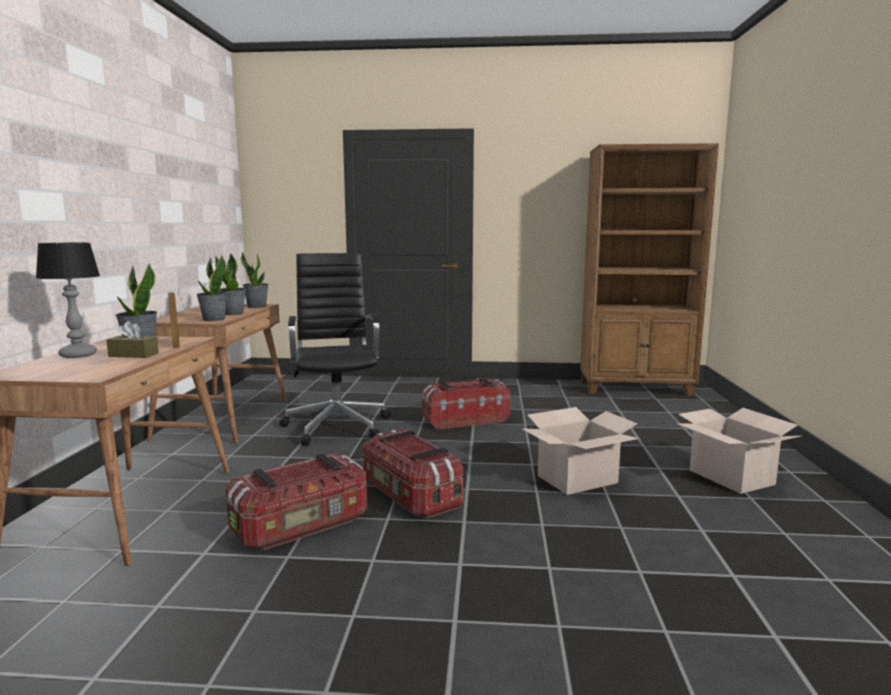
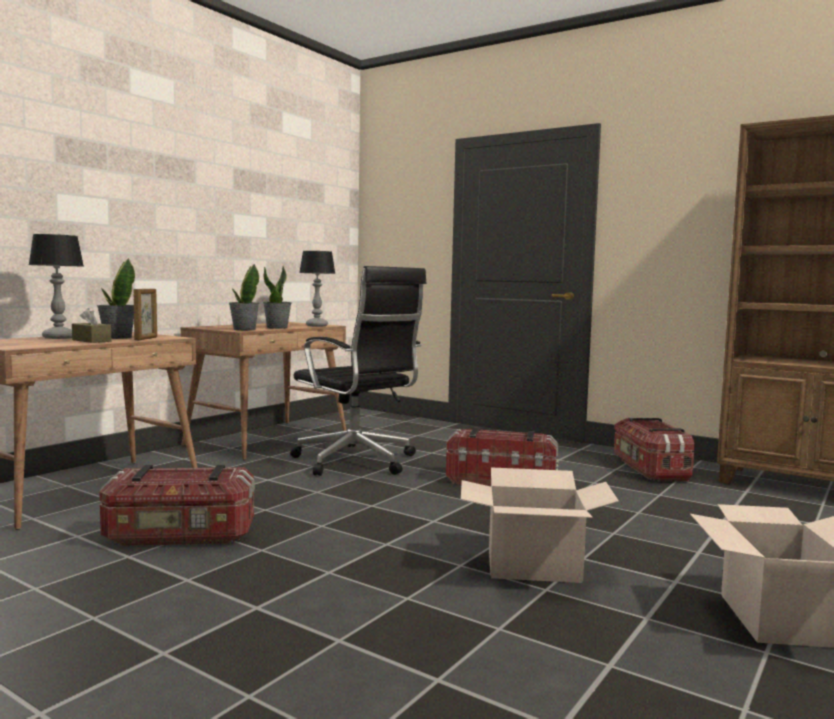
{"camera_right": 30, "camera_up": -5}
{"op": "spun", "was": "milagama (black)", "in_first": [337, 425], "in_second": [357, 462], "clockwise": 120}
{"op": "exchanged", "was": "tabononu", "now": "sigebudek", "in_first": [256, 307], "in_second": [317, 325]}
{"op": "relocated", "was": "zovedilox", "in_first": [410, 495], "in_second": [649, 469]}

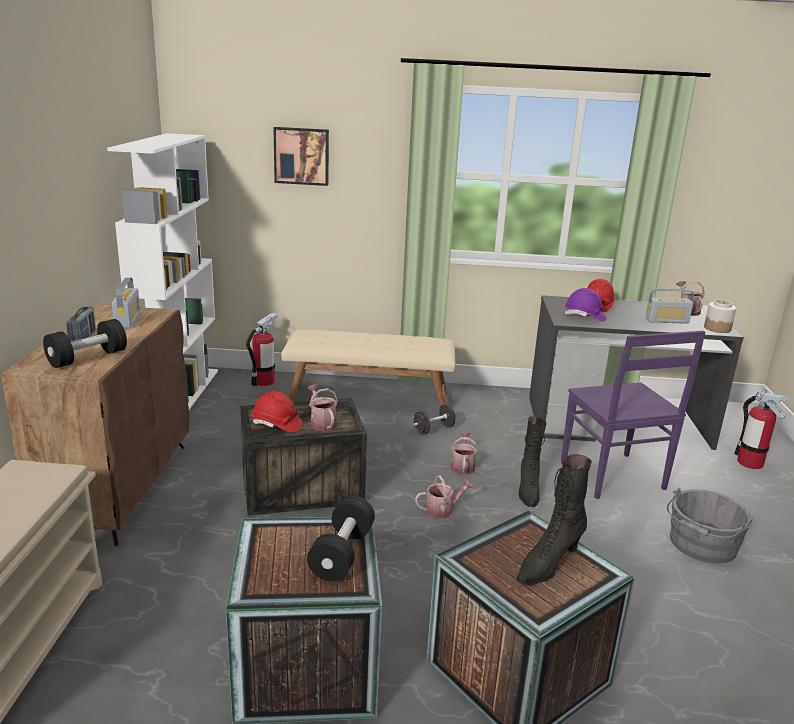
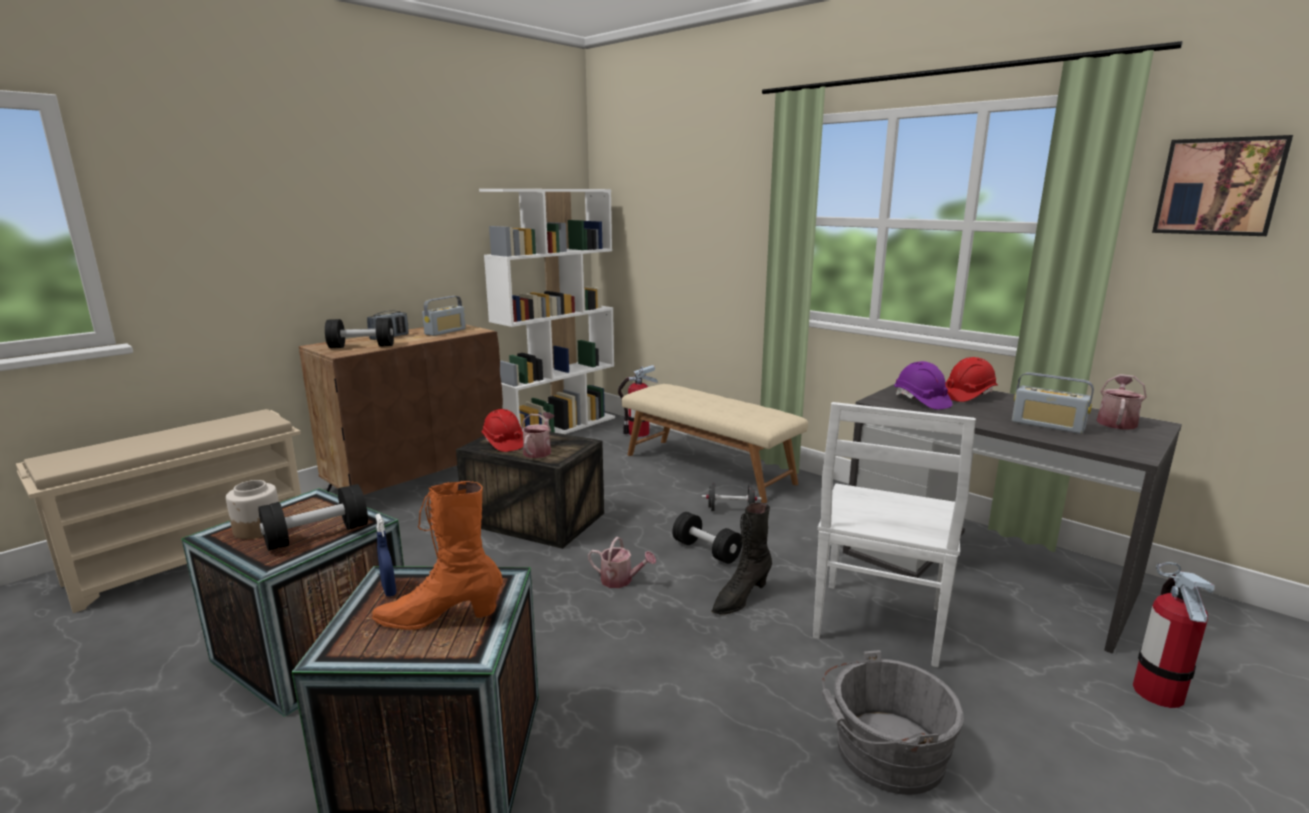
{"camera_right": 40, "camera_up": -5}
{"op": "relocated", "was": "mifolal", "in_first": [717, 328], "in_second": [259, 529]}
{"op": "colour", "was": "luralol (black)", "now": "luralol (orange)", "in_first": [548, 564], "in_second": [439, 618]}
{"op": "appeared", "now": "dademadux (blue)", "in_second": [389, 590]}
{"op": "exchanged", "was": "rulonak", "now": "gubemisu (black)", "in_first": [463, 466], "in_second": [706, 551]}
{"op": "colour", "was": "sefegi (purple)", "now": "sefegi (white)", "in_first": [613, 477], "in_second": [877, 625]}
{"op": "relocated", "was": "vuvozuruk", "in_first": [302, 156], "in_second": [1219, 187]}

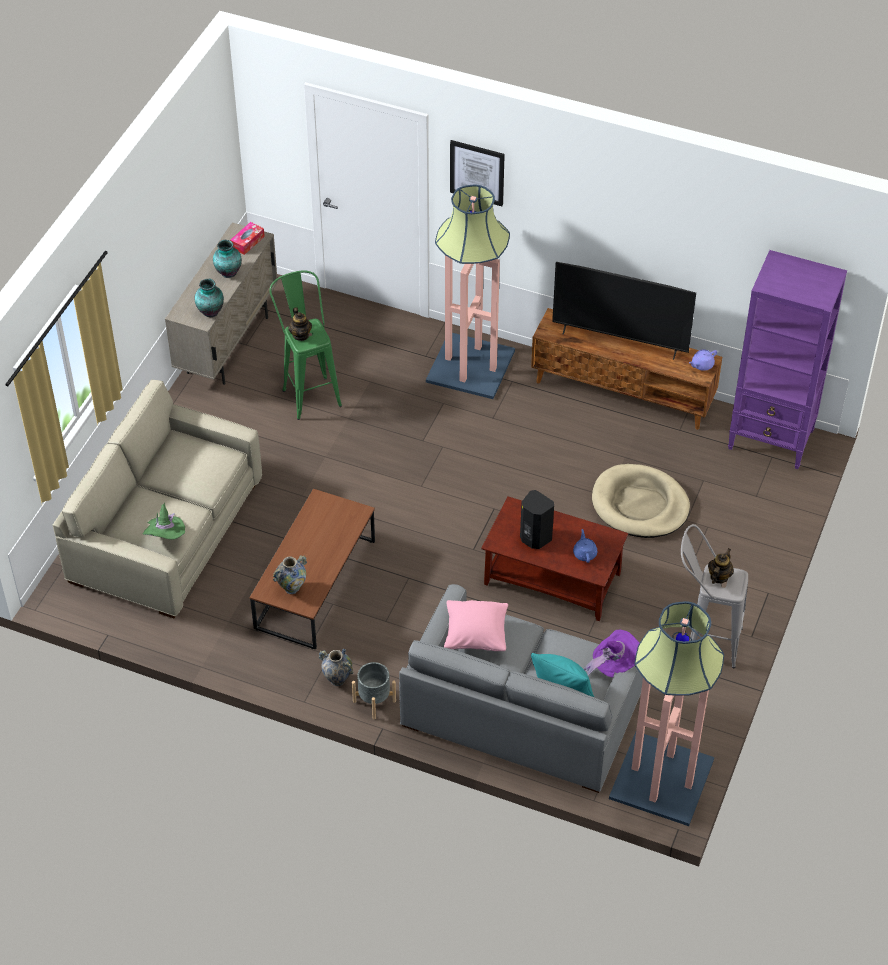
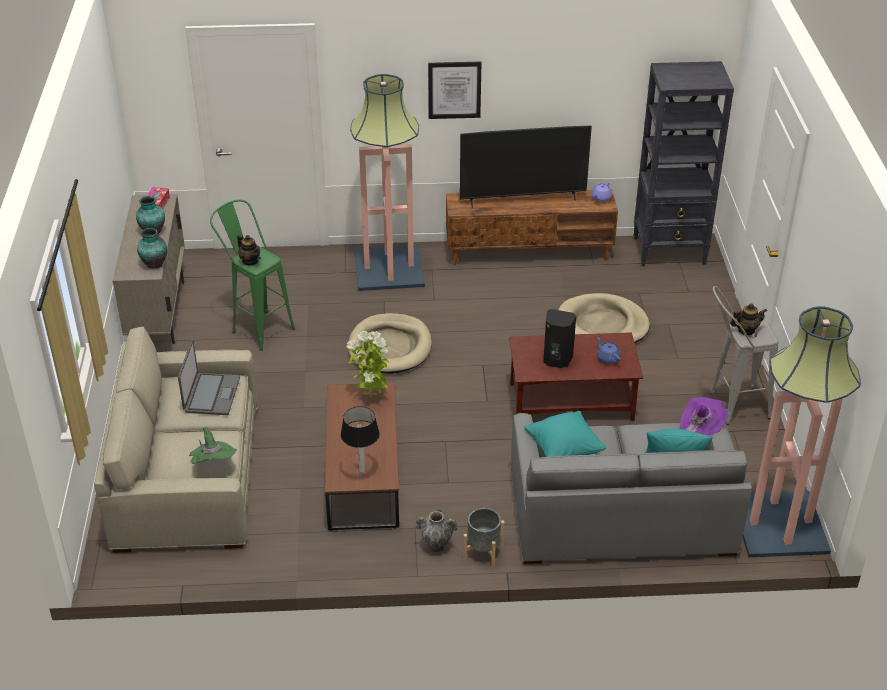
{"camera_right": -25, "camera_up": -10}
{"op": "appeared", "now": "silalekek", "in_second": [211, 395]}
{"op": "exchanged", "was": "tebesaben", "now": "sigebudek", "in_first": [292, 588], "in_second": [361, 470]}
{"op": "appeared", "now": "tabononu", "in_second": [371, 397]}
{"op": "appeared", "now": "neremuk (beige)", "in_second": [390, 347]}
{"op": "relocated", "was": "vuvozuruk", "in_first": [477, 172], "in_second": [454, 90]}
{"op": "colour", "was": "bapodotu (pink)", "now": "bapodotu (turquoise)", "in_first": [475, 636], "in_second": [563, 450]}
{"op": "colour", "was": "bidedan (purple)", "now": "bidedan (black)", "in_first": [771, 440], "in_second": [670, 251]}
{"op": "spun", "was": "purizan", "in_first": [719, 577], "in_second": [746, 330], "clockwise": 75}

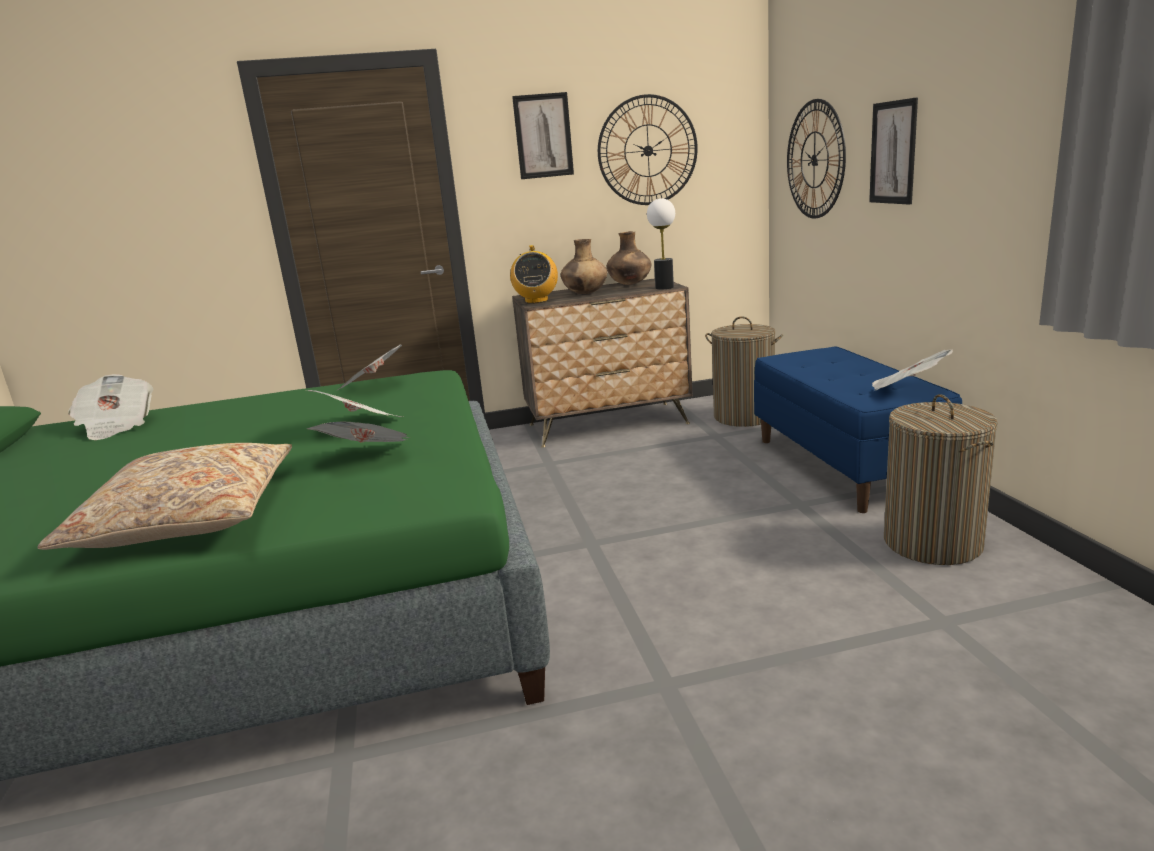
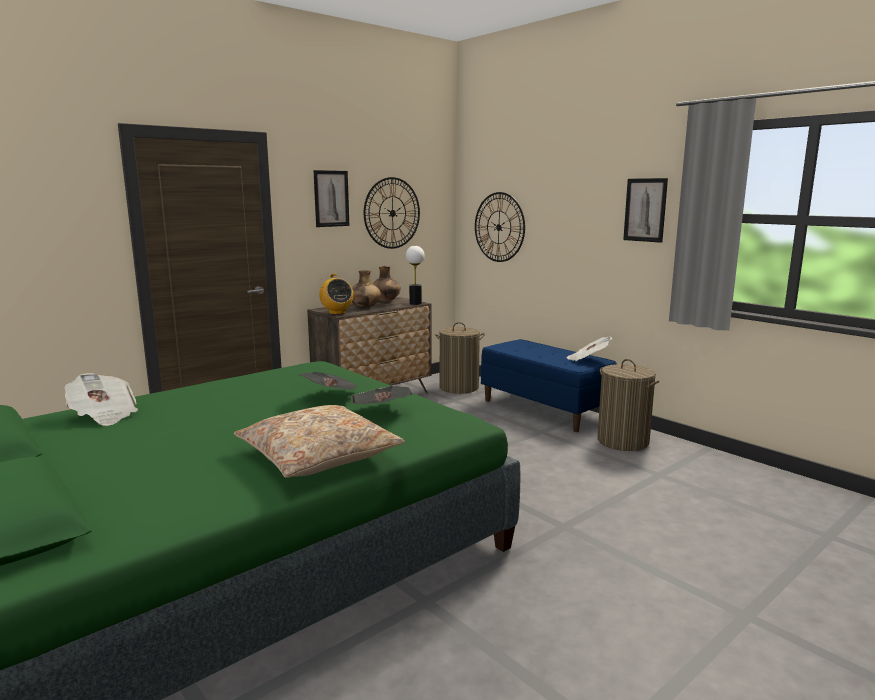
{"camera_right": -30, "camera_up": -5}
{"op": "relocated", "was": "vuvozuruk", "in_first": [893, 152], "in_second": [645, 210]}
{"op": "missing", "was": "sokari", "in_first": [372, 387]}

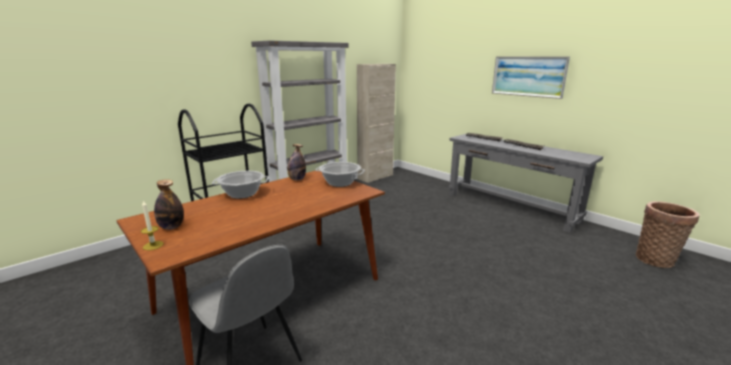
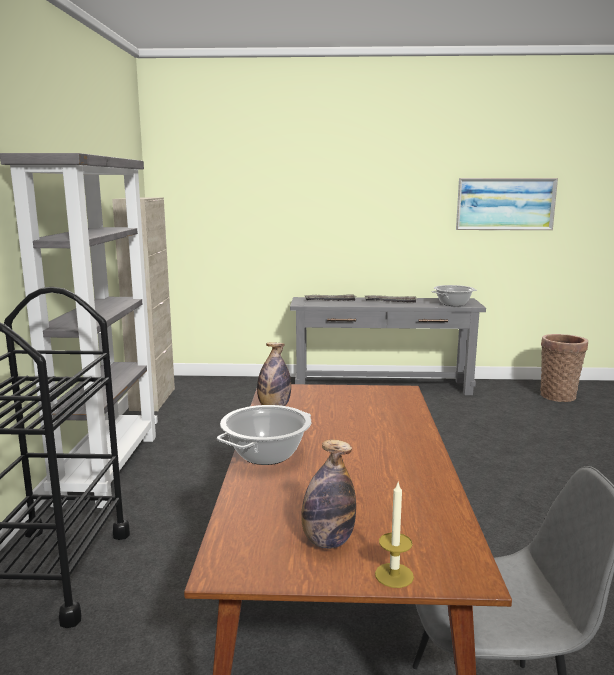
{"camera_right": -45, "camera_up": -5}
{"op": "relocated", "was": "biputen", "in_first": [340, 183], "in_second": [453, 304]}
{"op": "relocated", "was": "vuvozuruk", "in_first": [528, 76], "in_second": [505, 204]}

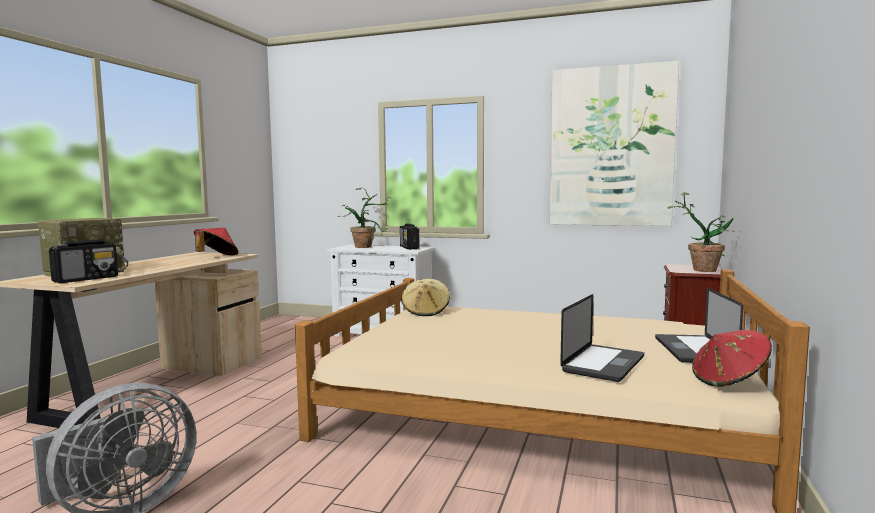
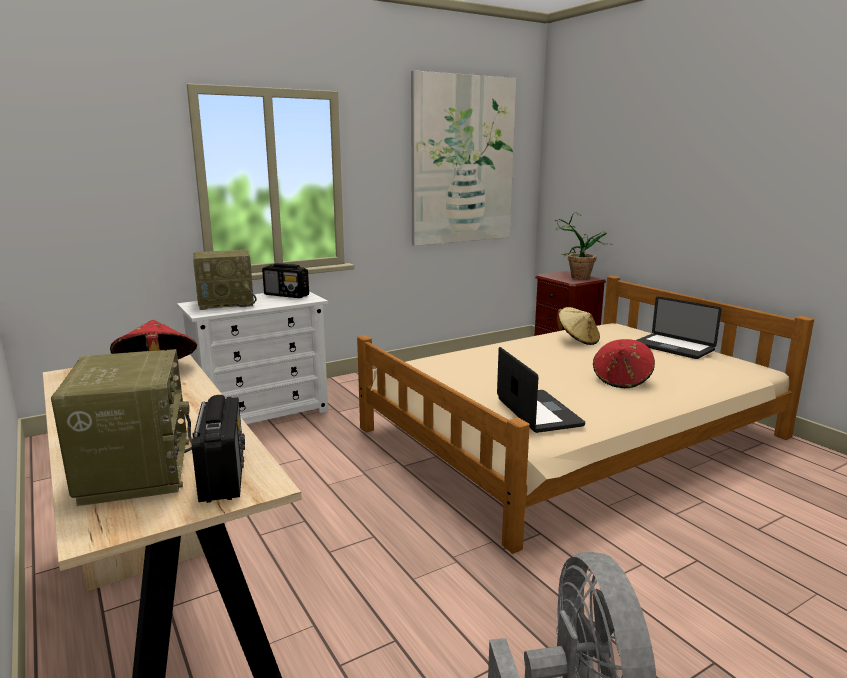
{"camera_right": -50, "camera_up": 10}
{"op": "exchanged", "was": "tabononu", "now": "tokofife", "in_first": [367, 246], "in_second": [227, 303]}
{"op": "relocated", "was": "silalekek", "in_first": [603, 364], "in_second": [538, 412]}
{"op": "relocated", "was": "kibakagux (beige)", "in_first": [426, 312], "in_second": [577, 340]}
{"op": "relocated", "was": "kibakagux (red)", "in_first": [729, 380], "in_second": [622, 380]}

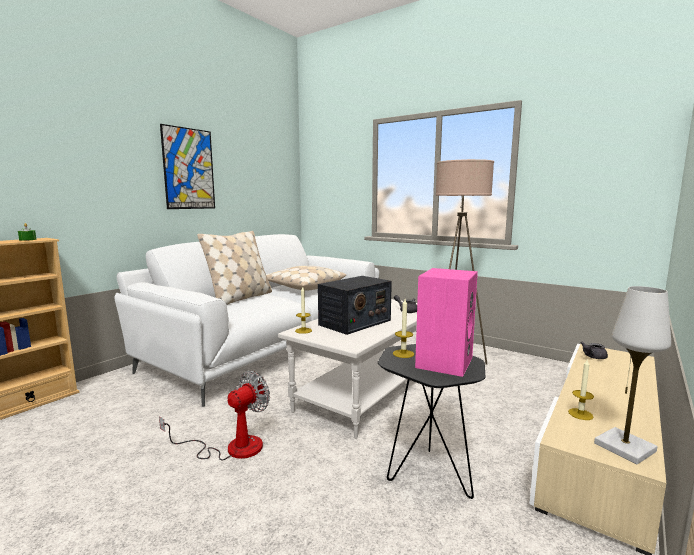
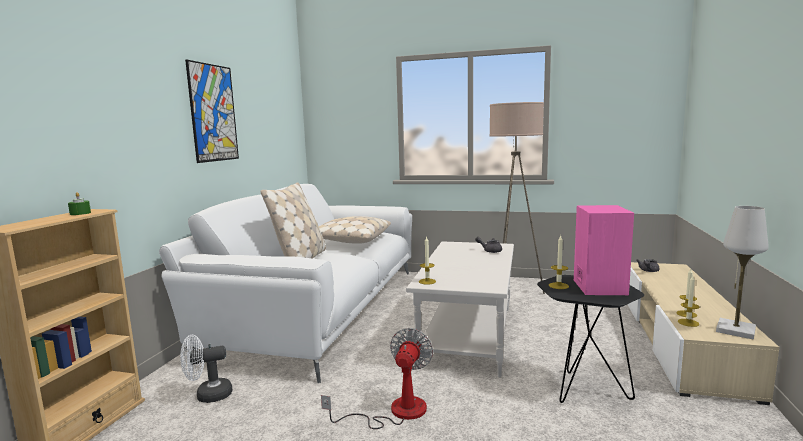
{"camera_right": -20, "camera_up": 0}
{"op": "appeared", "now": "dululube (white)", "in_second": [208, 395]}
{"op": "appeared", "now": "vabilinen", "in_second": [688, 322]}
{"op": "missing", "was": "tokofife", "in_first": [354, 322]}

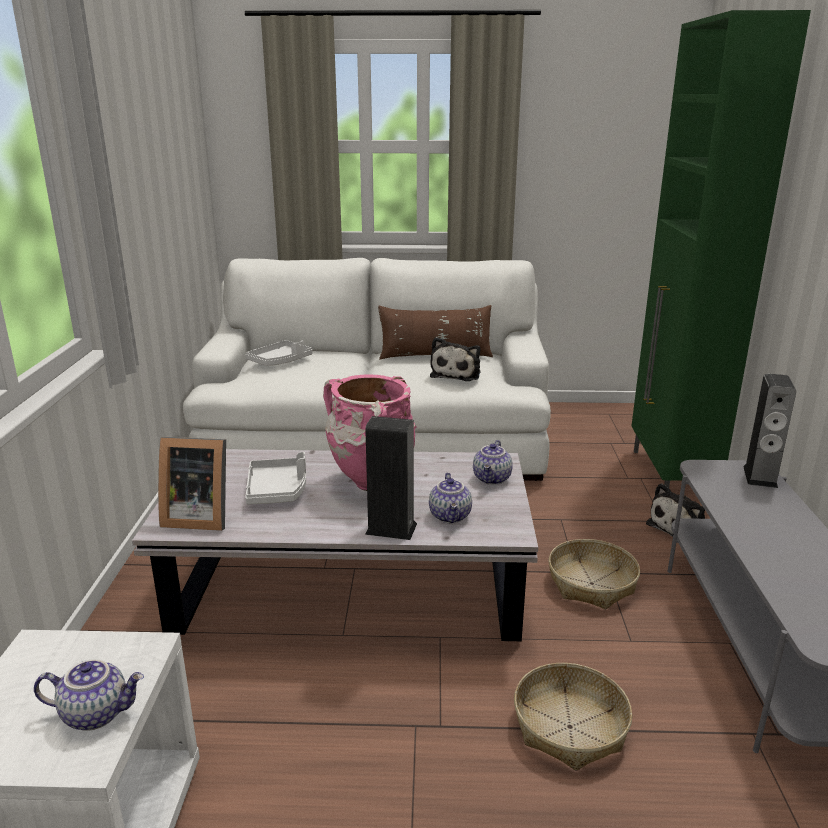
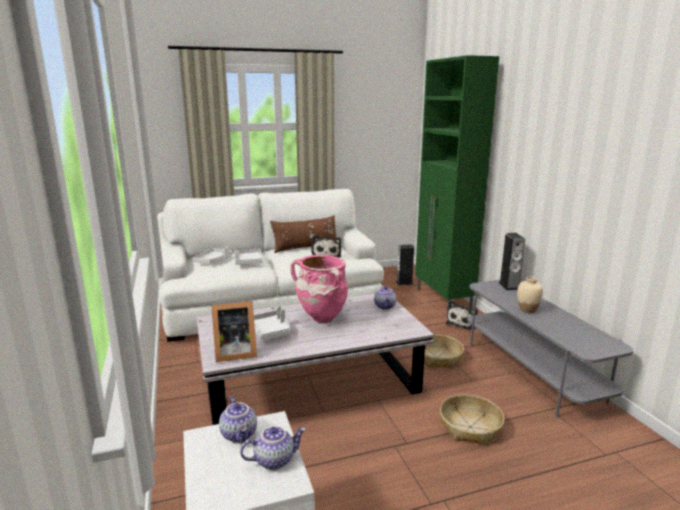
{"camera_right": -20, "camera_up": -5}
{"op": "relocated", "was": "purizan", "in_first": [451, 516], "in_second": [240, 434]}
{"op": "appeared", "now": "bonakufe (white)", "in_second": [248, 261]}
{"op": "relocated", "was": "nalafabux", "in_first": [391, 529], "in_second": [404, 283]}
{"op": "appeared", "now": "tebesaben (beige)", "in_second": [527, 310]}

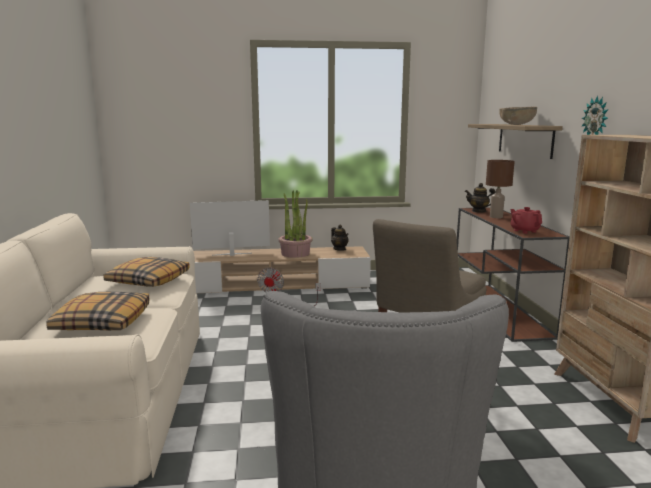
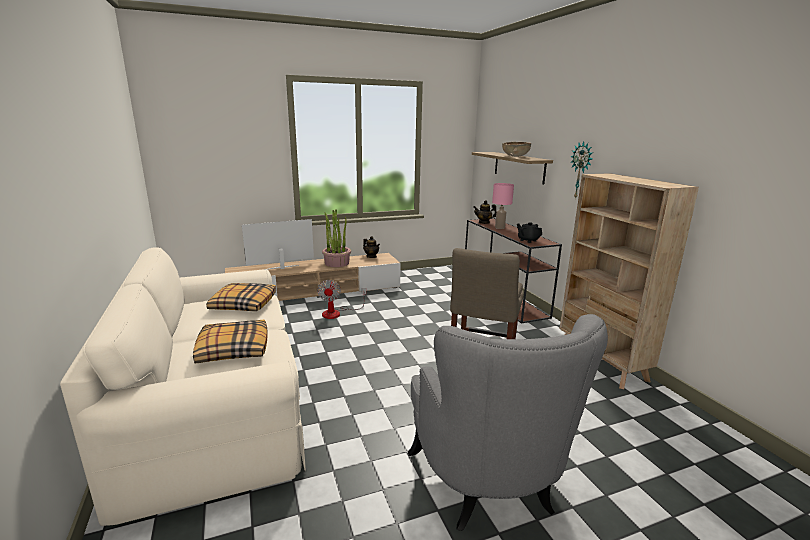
{"camera_right": -15, "camera_up": 5}
{"op": "colour", "was": "sigebudek (brown)", "now": "sigebudek (pink)", "in_first": [496, 217], "in_second": [500, 227]}
{"op": "colour", "was": "purizan (red)", "now": "purizan (black)", "in_first": [524, 231], "in_second": [528, 240]}

